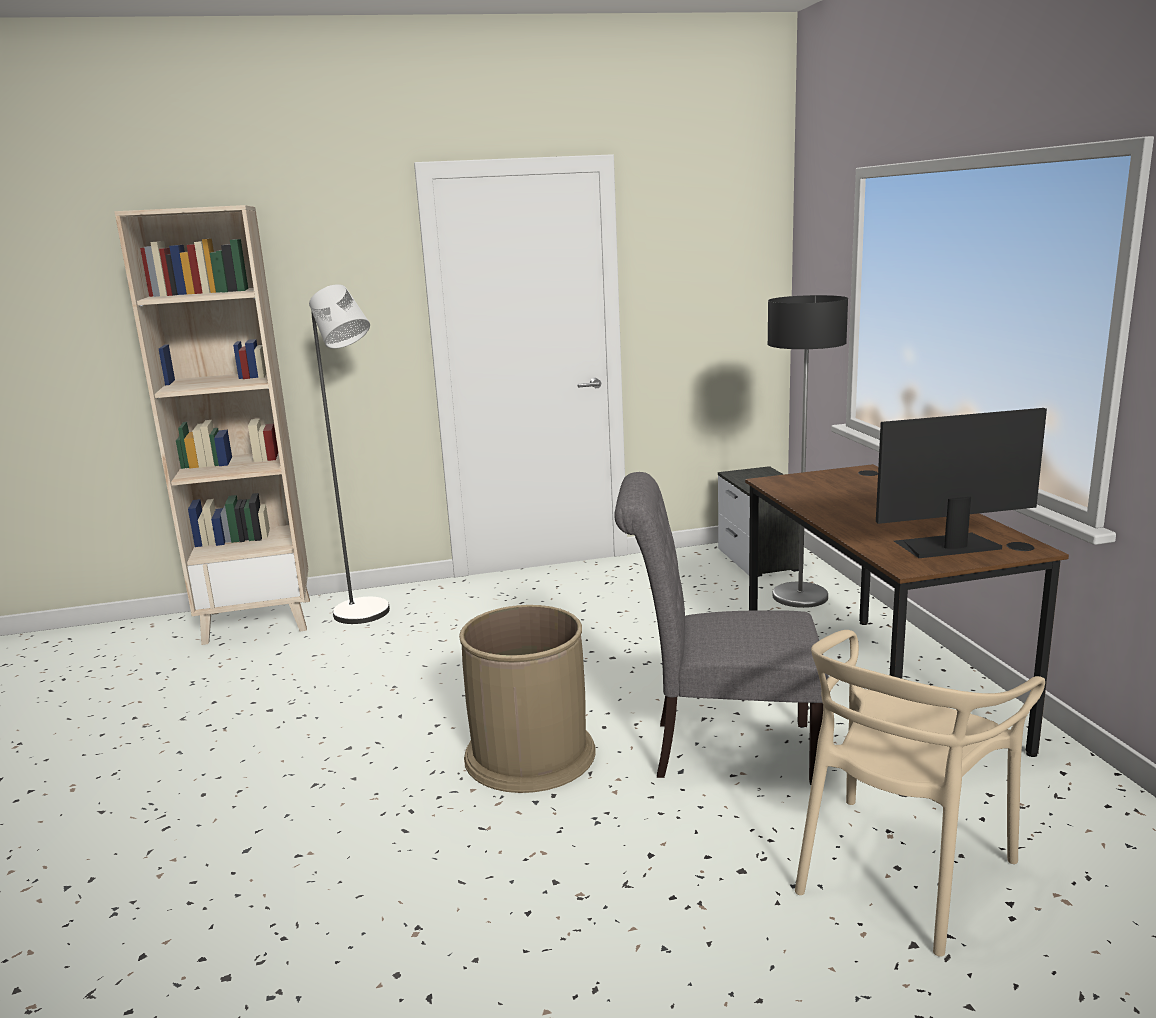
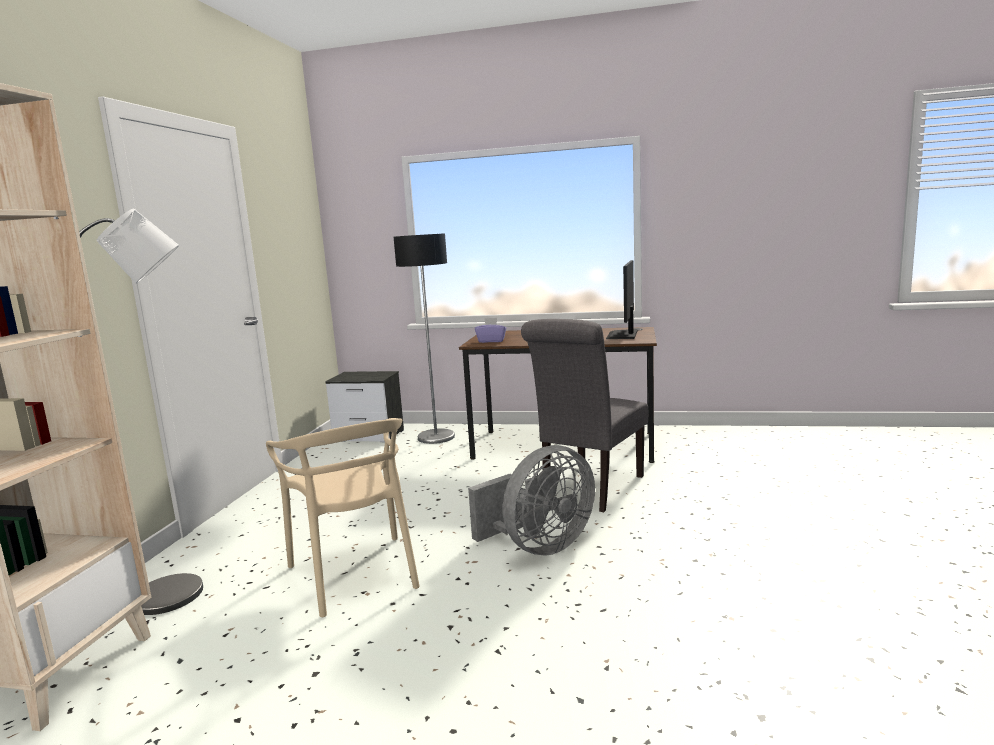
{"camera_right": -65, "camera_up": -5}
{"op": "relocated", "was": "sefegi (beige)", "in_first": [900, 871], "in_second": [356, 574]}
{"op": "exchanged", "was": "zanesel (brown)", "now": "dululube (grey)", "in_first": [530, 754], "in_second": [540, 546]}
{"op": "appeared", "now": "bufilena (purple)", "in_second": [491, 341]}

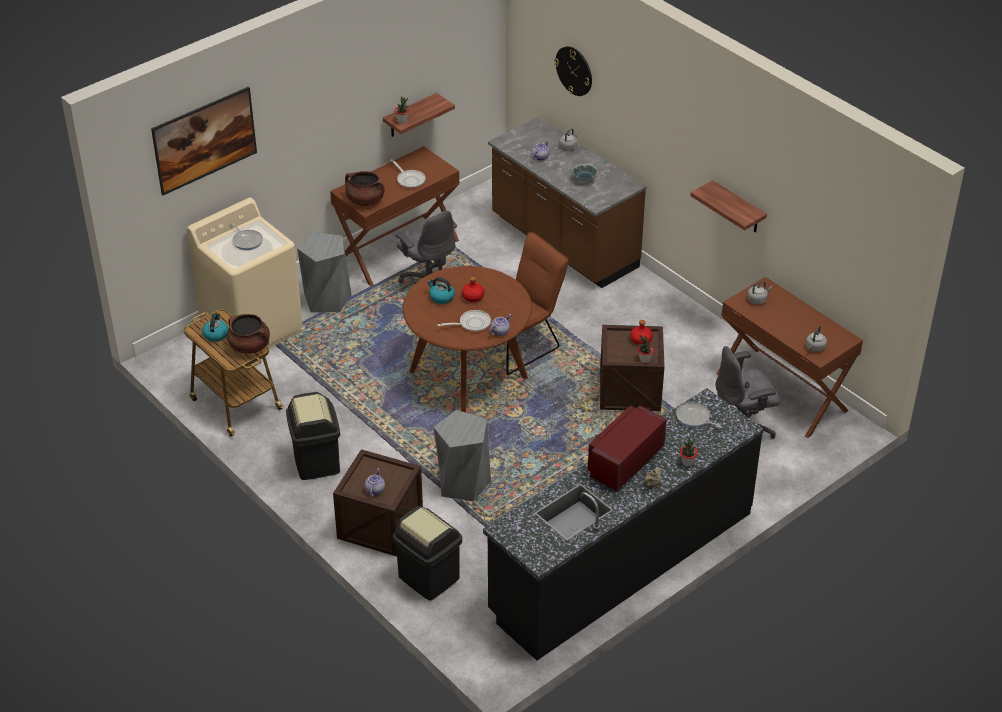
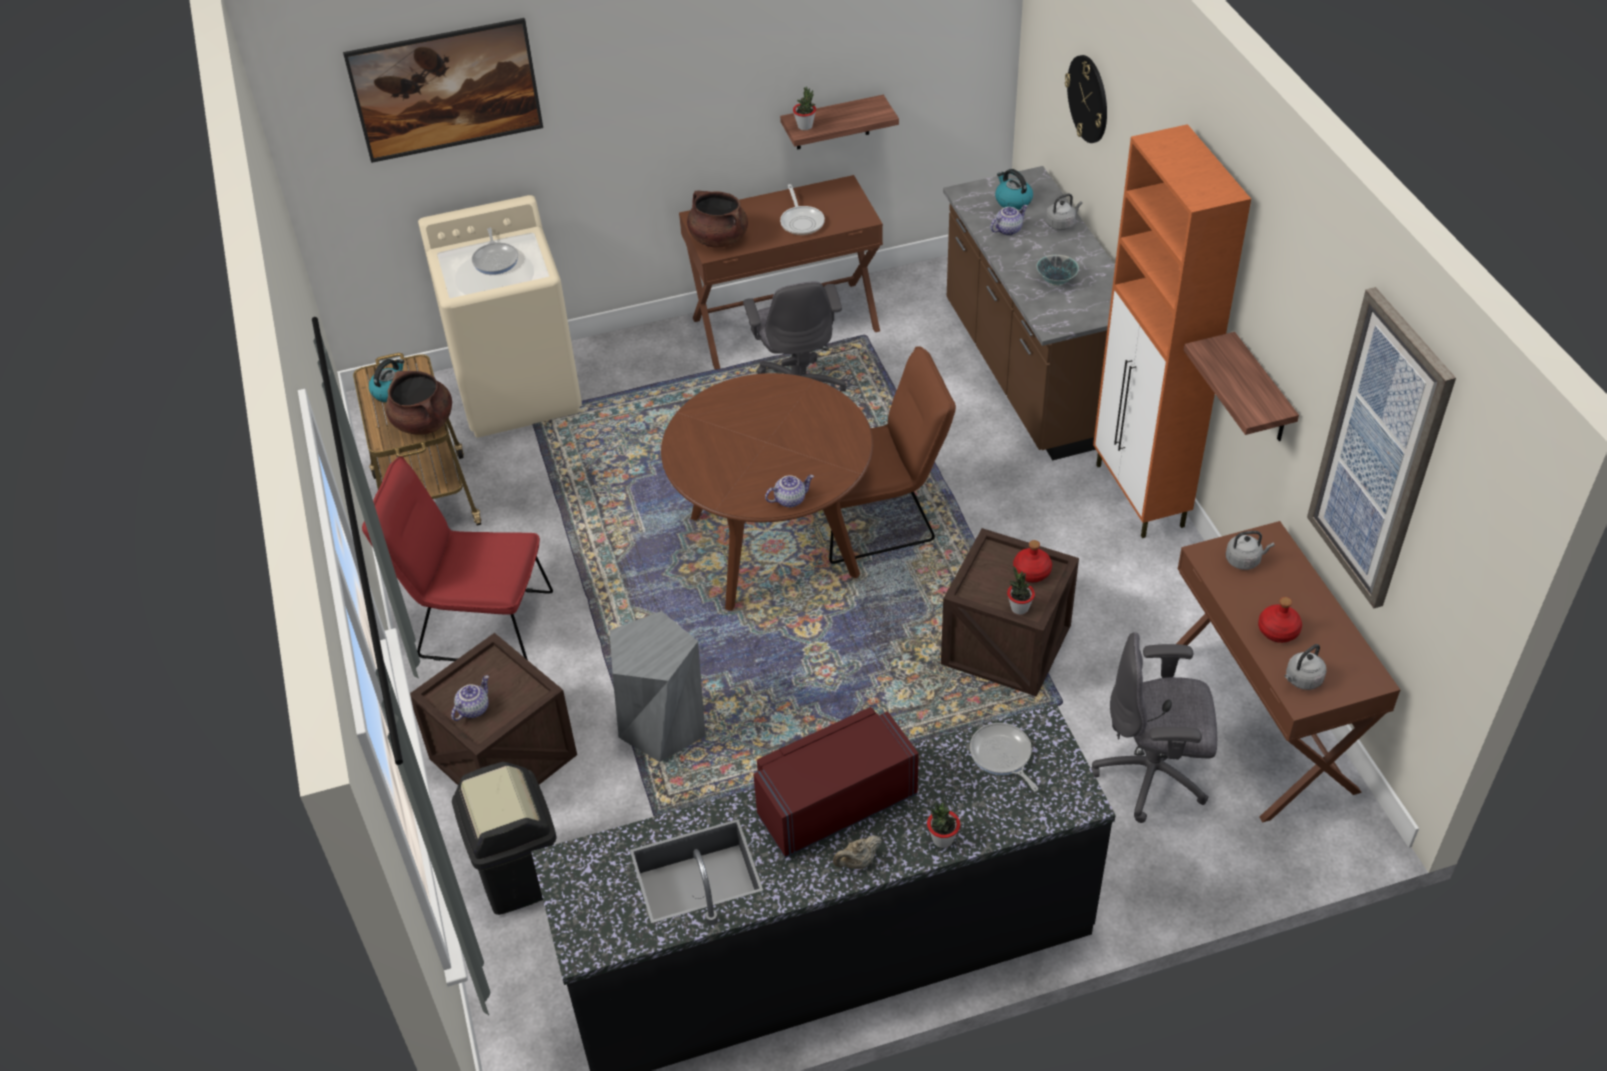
{"camera_right": 25, "camera_up": 5}
{"op": "exchanged", "was": "zanesel (black)", "now": "sefegi (red)", "in_first": [316, 462], "in_second": [476, 623]}
{"op": "relocated", "was": "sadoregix", "in_first": [441, 297], "in_second": [1012, 201]}
{"op": "appeared", "now": "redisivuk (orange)", "in_second": [1140, 496]}
{"op": "relocated", "was": "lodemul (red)", "in_first": [473, 297], "in_second": [1278, 630]}
{"op": "appeared", "now": "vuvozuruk", "in_second": [1379, 452]}
{"op": "missing", "was": "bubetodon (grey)", "in_first": [327, 299]}
{"op": "missing", "was": "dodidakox", "in_first": [472, 324]}

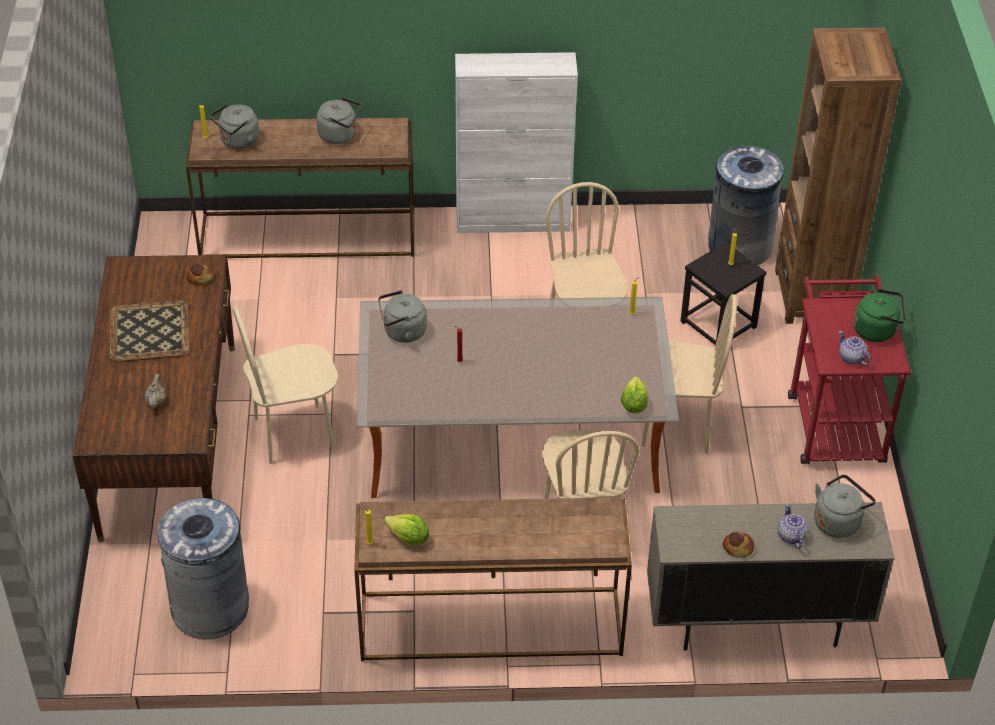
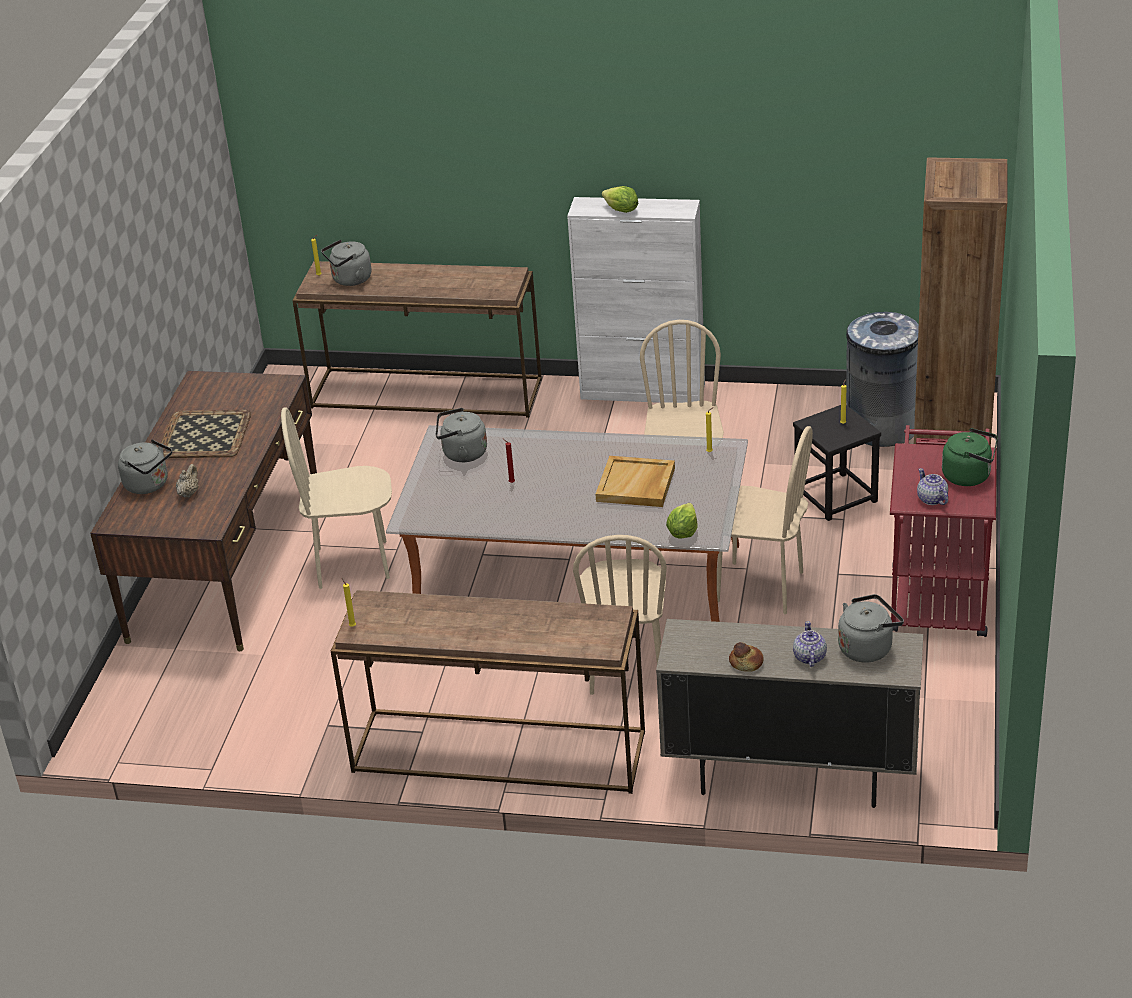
{"camera_right": 15, "camera_up": -10}
{"op": "relocated", "was": "sadoregix (grey)", "in_first": [340, 135], "in_second": [149, 485]}
{"op": "appeared", "now": "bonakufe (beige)", "in_second": [636, 485]}
{"op": "relocated", "was": "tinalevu", "in_first": [408, 538], "in_second": [621, 210]}
{"op": "missing", "was": "zanesel (grey)", "in_first": [210, 608]}
{"op": "missing", "was": "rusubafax", "in_first": [201, 278]}

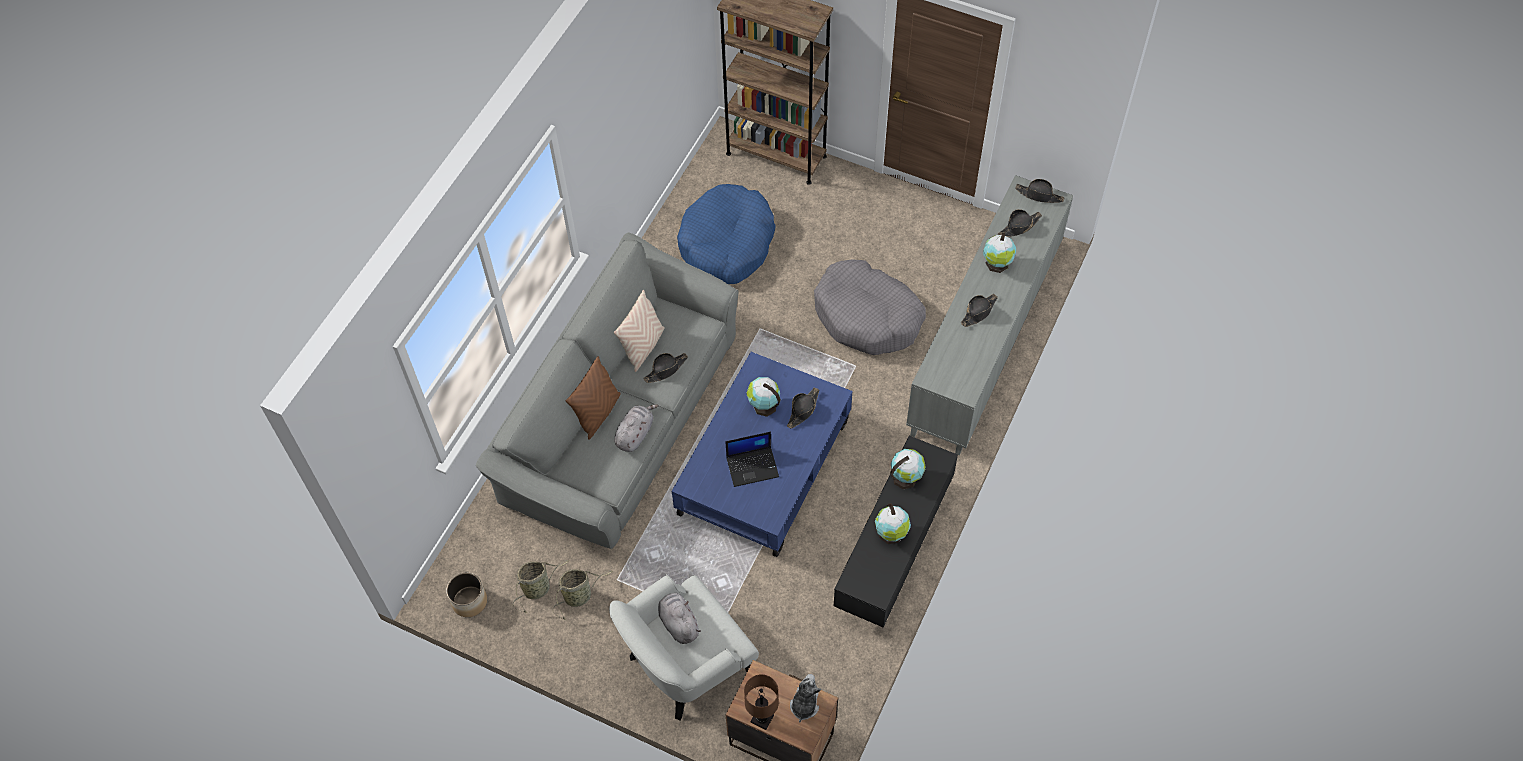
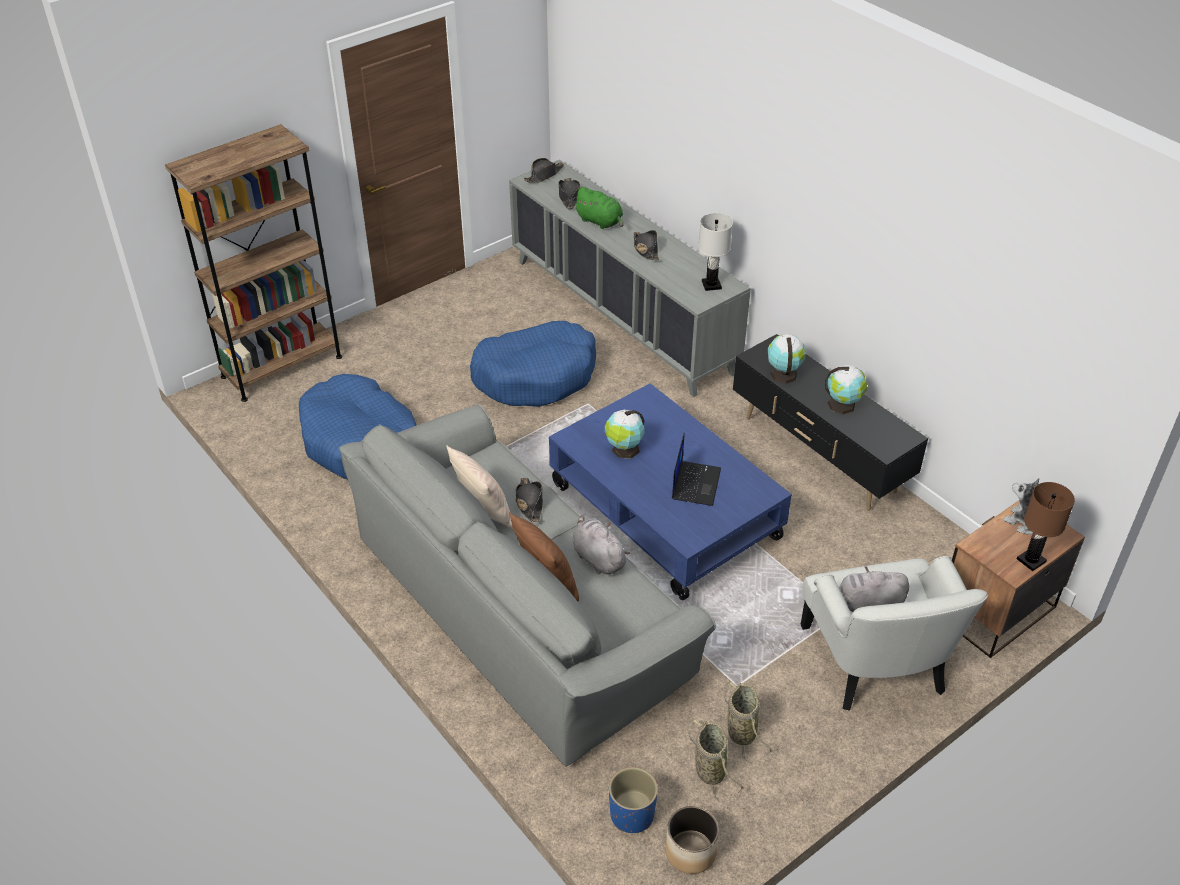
{"camera_right": -65, "camera_up": -15}
{"op": "colour", "was": "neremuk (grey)", "now": "neremuk (blue)", "in_first": [867, 316], "in_second": [536, 375]}
{"op": "exchanged", "was": "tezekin", "now": "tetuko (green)", "in_first": [997, 264], "in_second": [600, 222]}
{"op": "appeared", "now": "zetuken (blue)", "in_second": [632, 814]}
{"op": "appeared", "now": "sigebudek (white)", "in_second": [711, 285]}
{"op": "missing", "was": "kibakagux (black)", "in_first": [803, 410]}

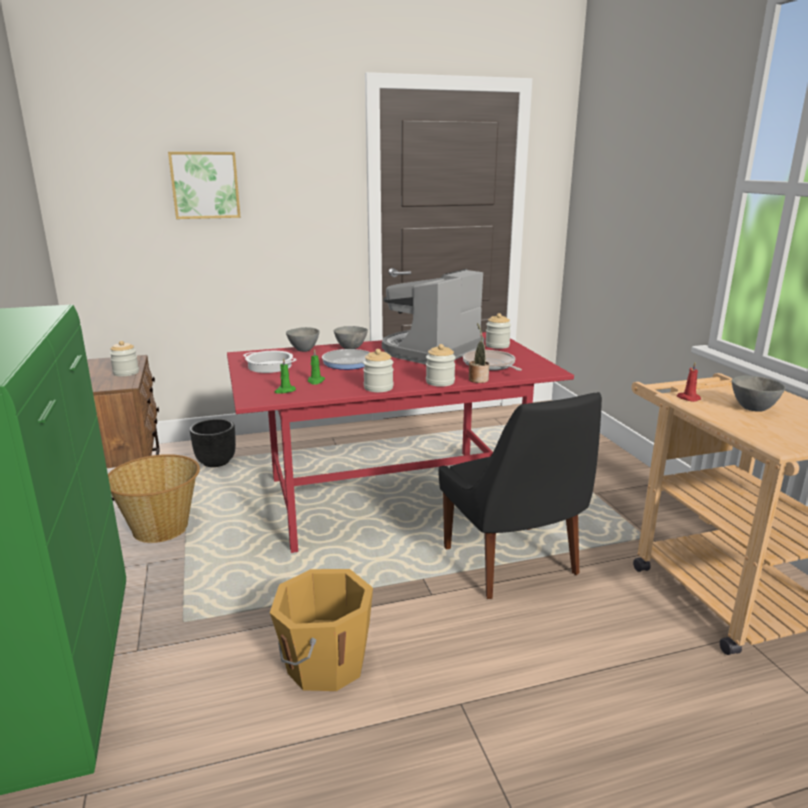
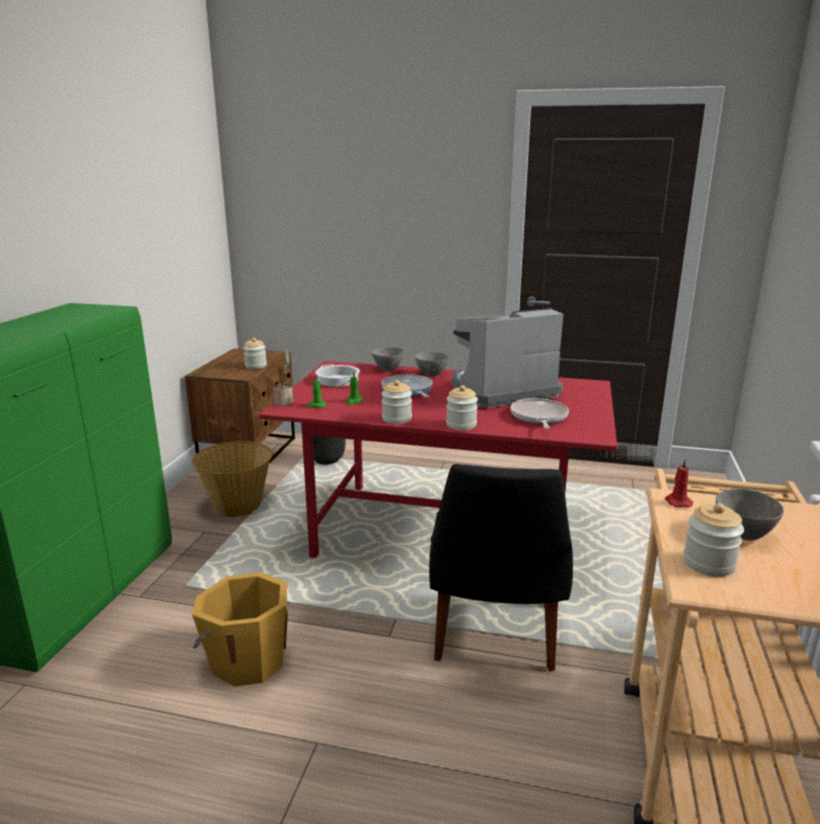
{"camera_right": 30, "camera_up": 0}
{"op": "relocated", "was": "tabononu", "in_first": [478, 379], "in_second": [284, 402]}
{"op": "relocated", "was": "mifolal", "in_first": [497, 345], "in_second": [709, 563]}
{"op": "missing", "was": "vuvozuruk", "in_first": [205, 185]}

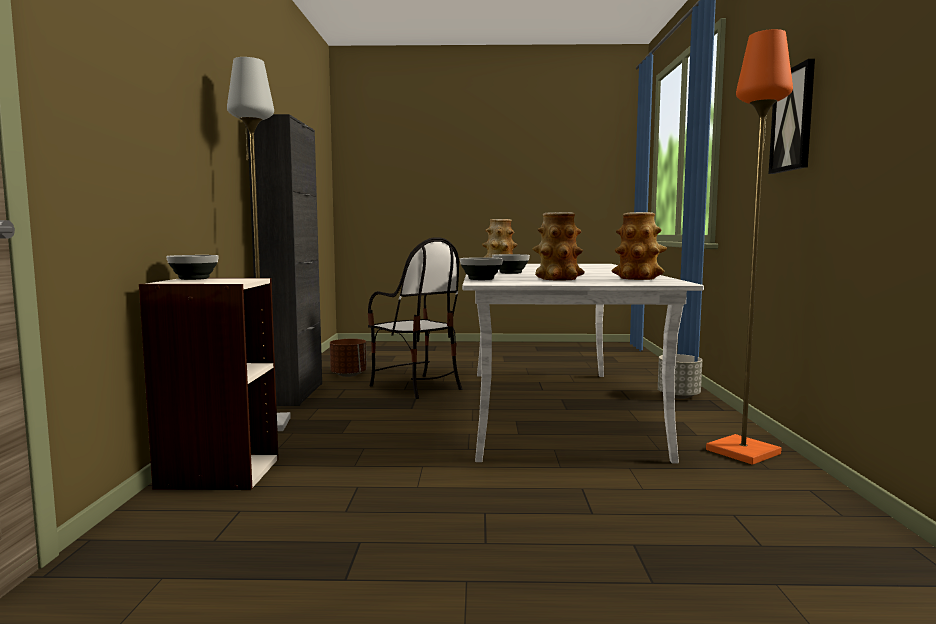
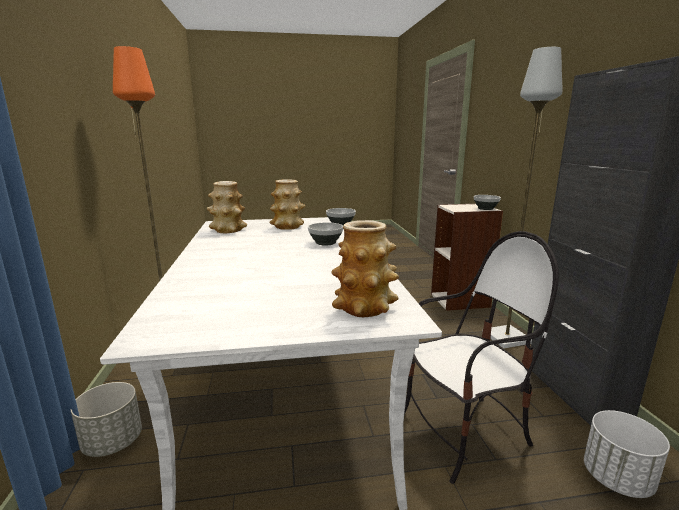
{"camera_right": 170, "camera_up": 10}
{"op": "spun", "was": "sefegi", "in_first": [416, 387], "in_second": [464, 434], "clockwise": 120}
{"op": "colour", "was": "zetuken (brown)", "now": "zetuken (white)", "in_first": [348, 375], "in_second": [617, 479]}
{"op": "missing", "was": "vuvozuruk", "in_first": [793, 120]}

